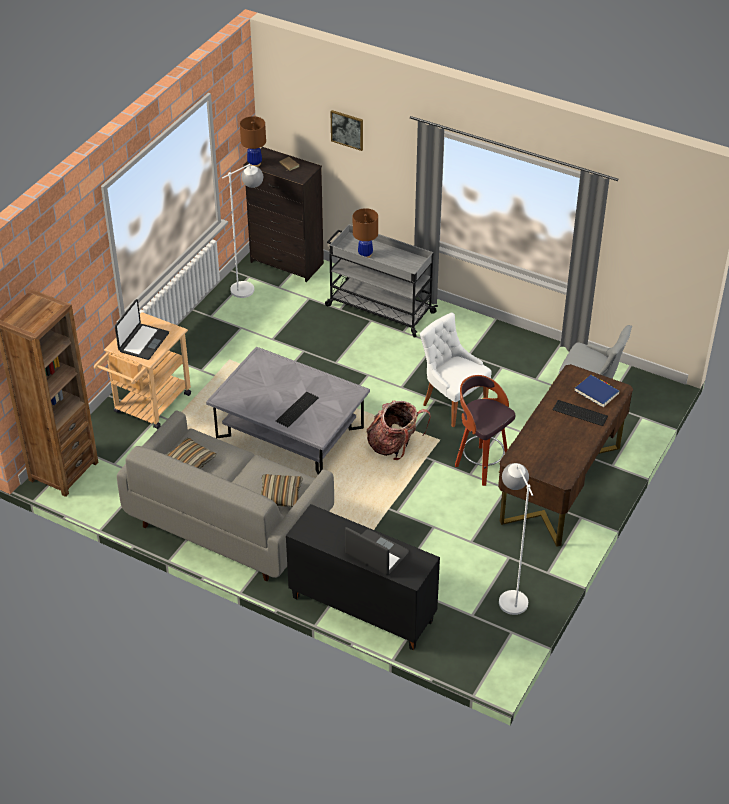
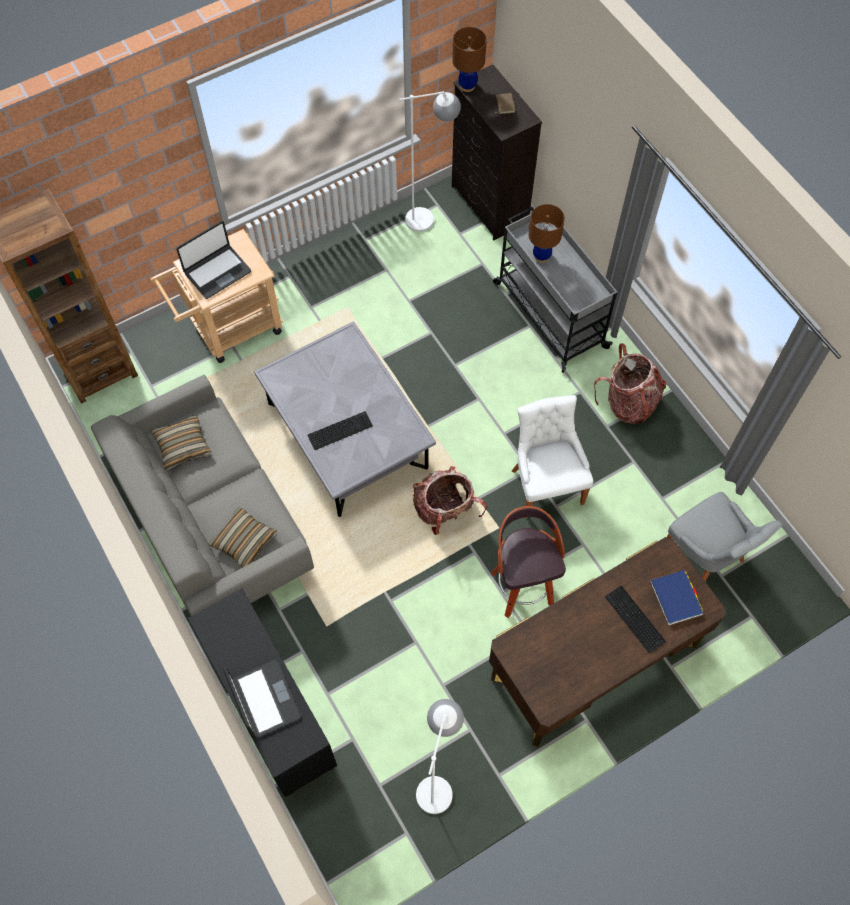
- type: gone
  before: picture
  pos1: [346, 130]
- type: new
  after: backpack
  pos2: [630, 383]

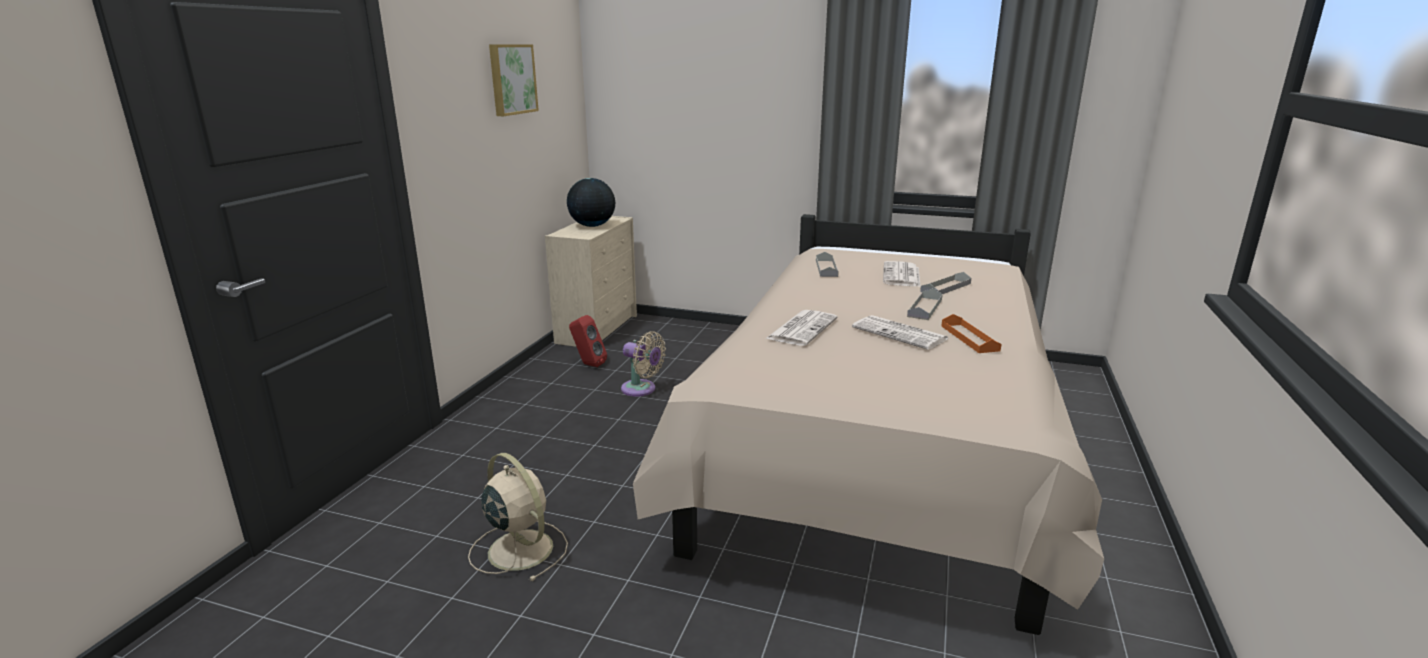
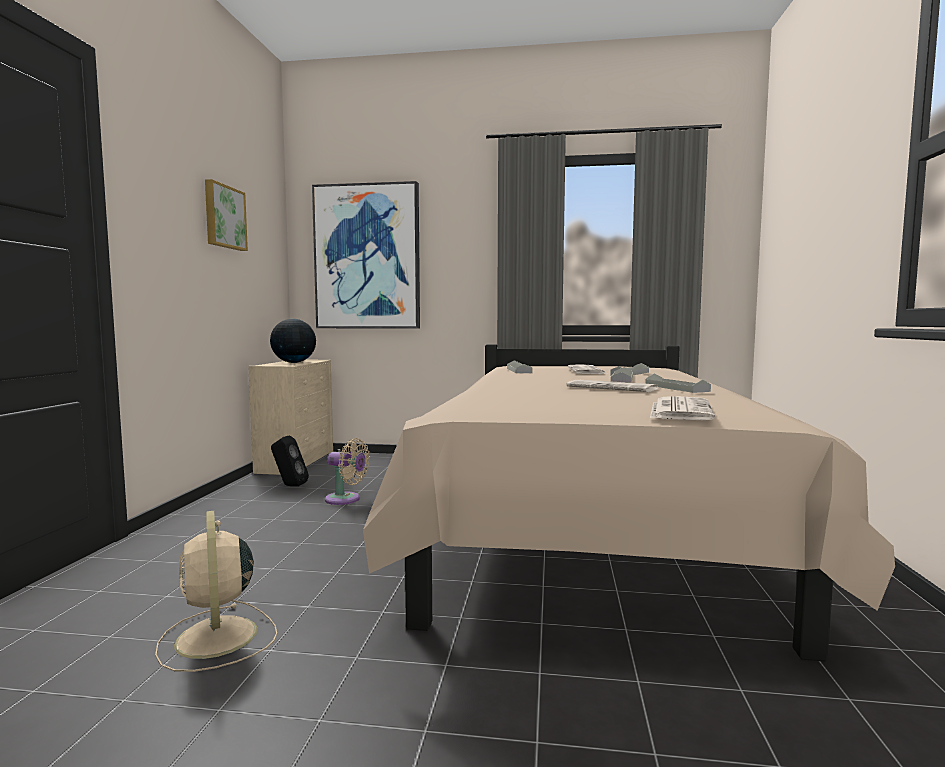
- type: shifted
  before: newspaper
  pos1: [801, 328]
  pos2: [682, 408]
- type: repainted
  before: orange tray
  after: grey tray
  pos1: [971, 333]
  pos2: [678, 383]
- type: repainted
  before: red speaker
  after: black speaker
  pos1: [588, 341]
  pos2: [290, 461]
- type: rotated
  before: beige fan
  pos1: [518, 517]
  pos2: [216, 591]
  turn: -150
- type: new
  after: picture
  pos2: [366, 255]

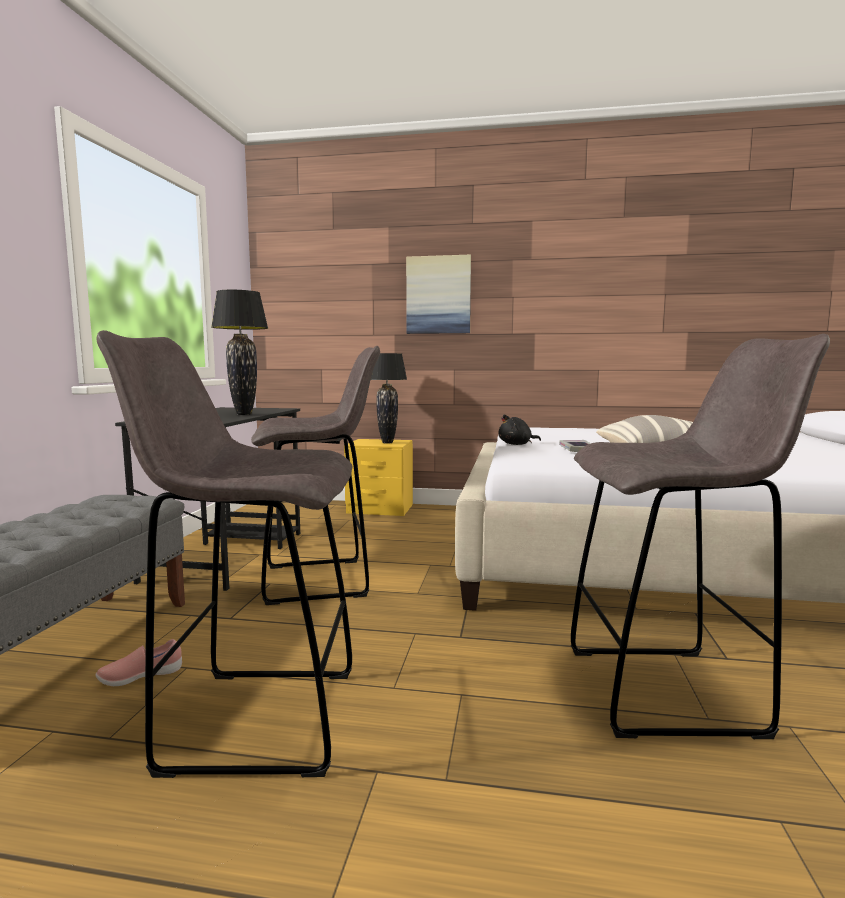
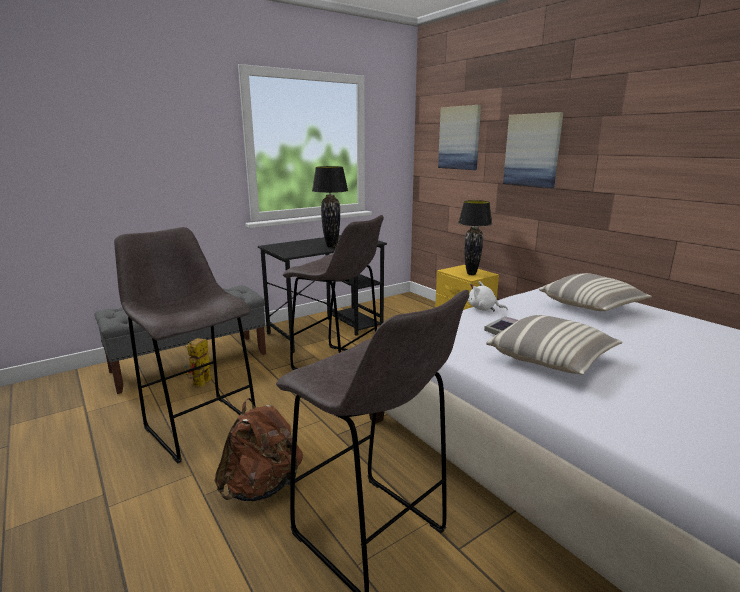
- type: repainted
  before: black plush toy
  after: white plush toy
  pos1: [519, 430]
  pos2: [488, 296]
- type: swapped
  before: pink shoe
  after: toy robot
  pos1: [138, 662]
  pos2: [198, 362]
- type: new
  after: picture
  pos2: [459, 137]
- type: new
  after: pillow
  pos2: [595, 292]
- type: new
  after: brown backpack
  pos2: [259, 449]

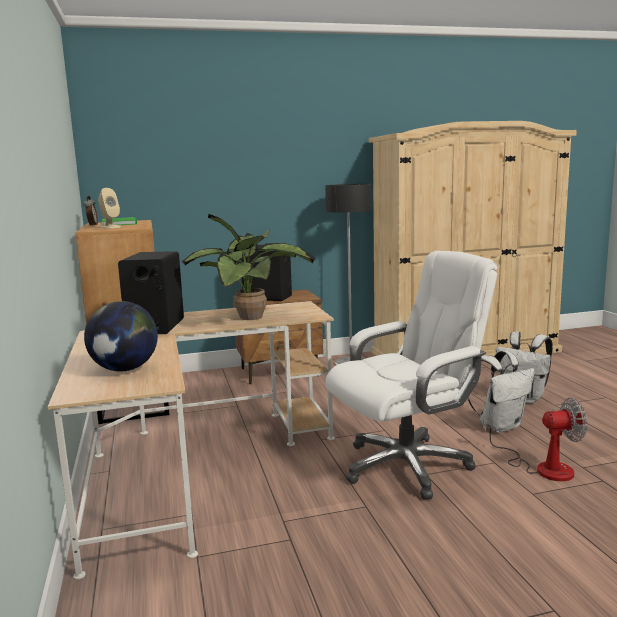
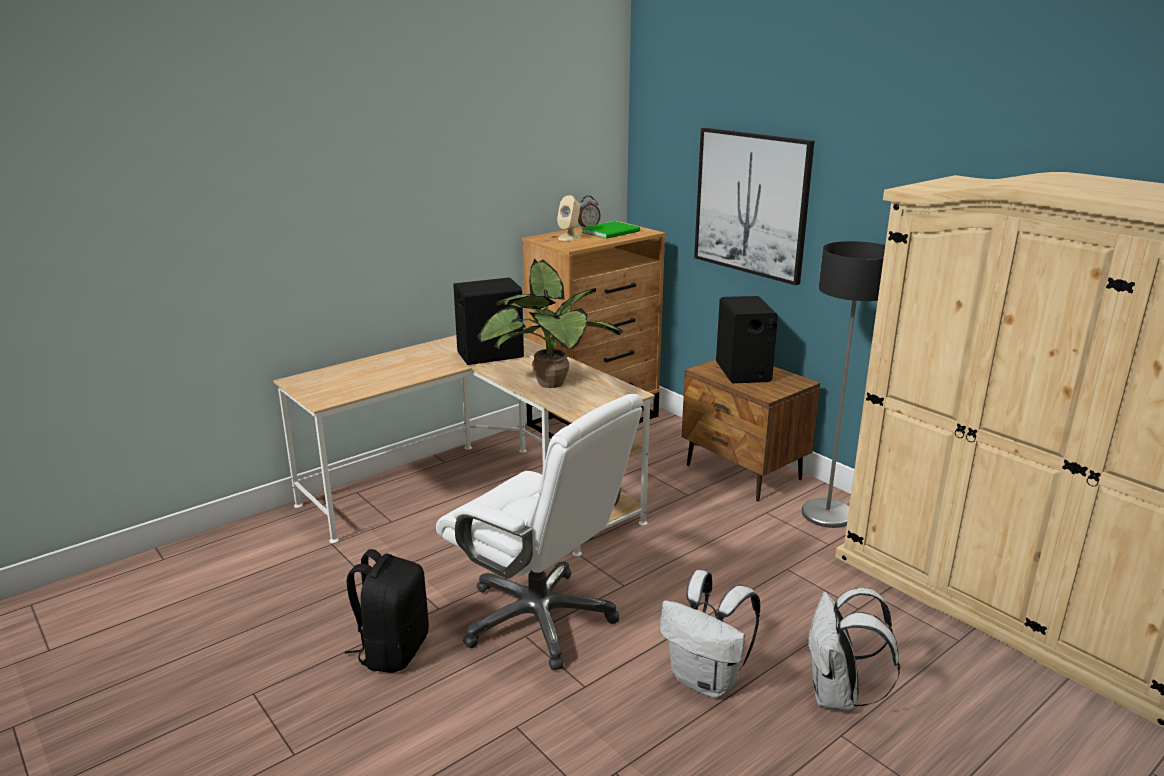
- type: gone
  before: globe
  pos1: [121, 336]
- type: gone
  before: fan
  pos1: [535, 439]
- type: new
  after: picture
  pos2: [754, 206]
- type: new
  after: black backpack
  pos2: [387, 611]

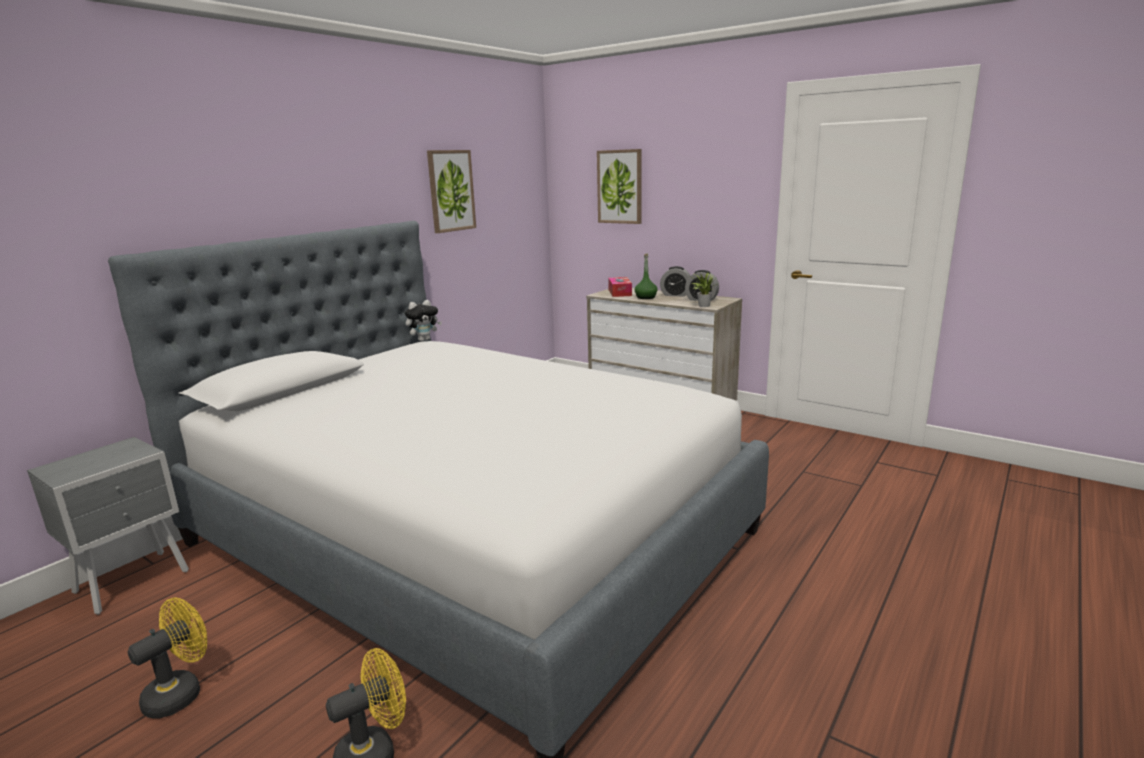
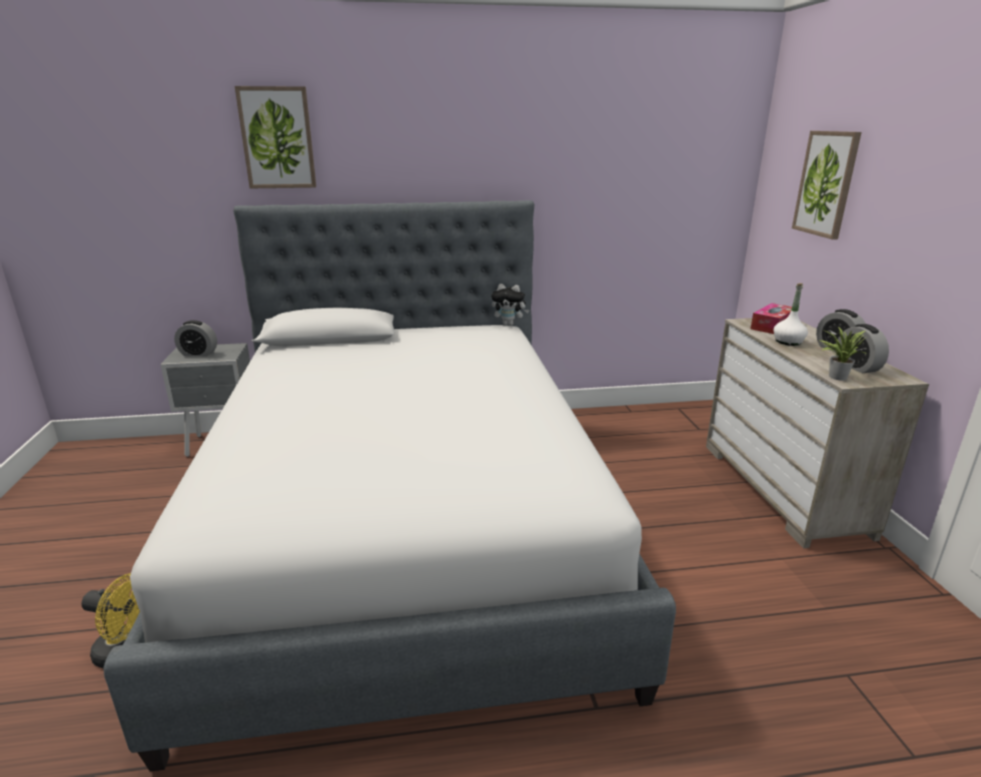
- type: shifted
  before: picture
  pos1: [451, 191]
  pos2: [275, 137]
- type: repainted
  before: green bottle
  after: white bottle
  pos1: [646, 276]
  pos2: [791, 314]
- type: gone
  before: yellow fan
  pos1: [167, 658]
- type: new
  after: alarm clock
  pos2: [195, 338]

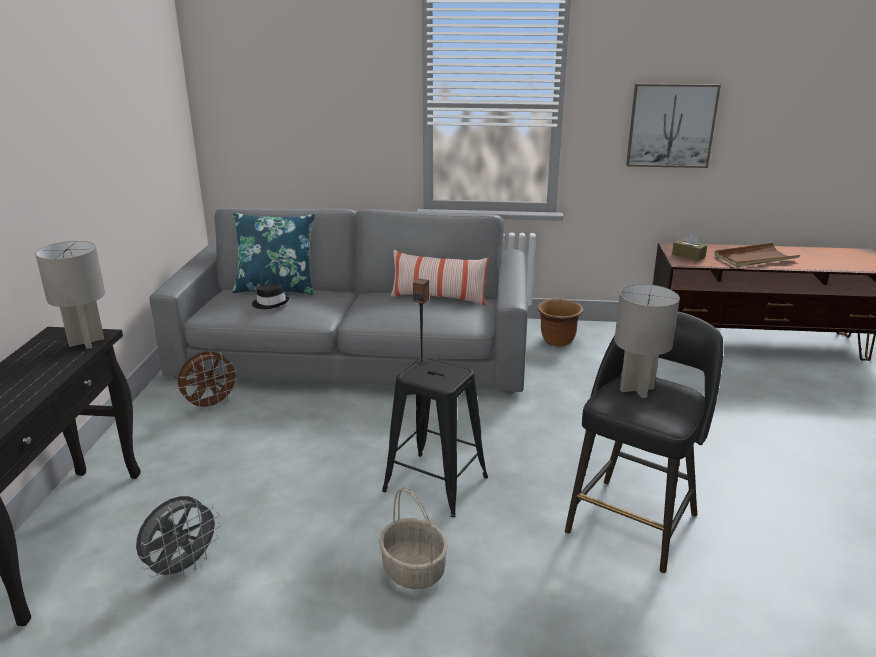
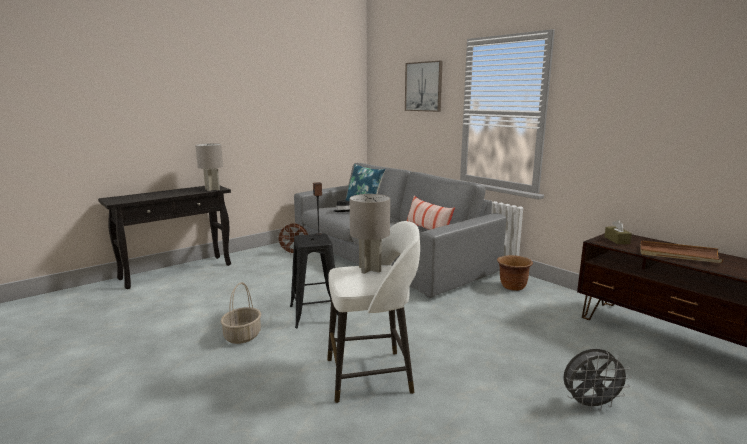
- type: shifted
  before: picture
  pos1: [673, 125]
  pos2: [424, 86]
- type: repainted
  before: black stool
  after: white stool
  pos1: [644, 442]
  pos2: [373, 312]
- type: shifted
  before: grey fan
  pos1: [178, 538]
  pos2: [597, 380]

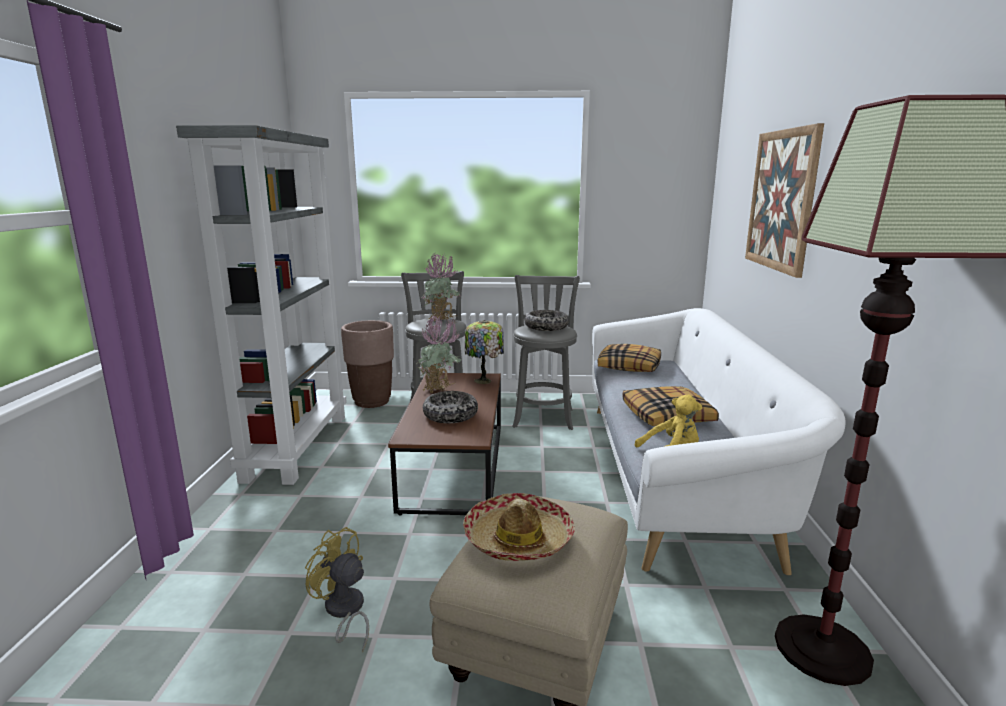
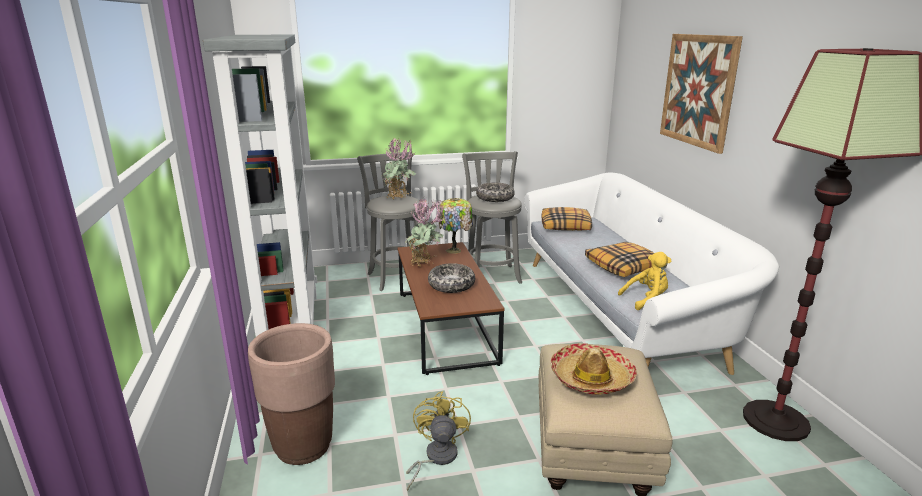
- type: shifted
  before: brown planter
  pos1: [367, 364]
  pos2: [291, 394]
- type: rotated
  before: yellow fan
  pos1: [337, 589]
  pos2: [438, 441]
  turn: 75

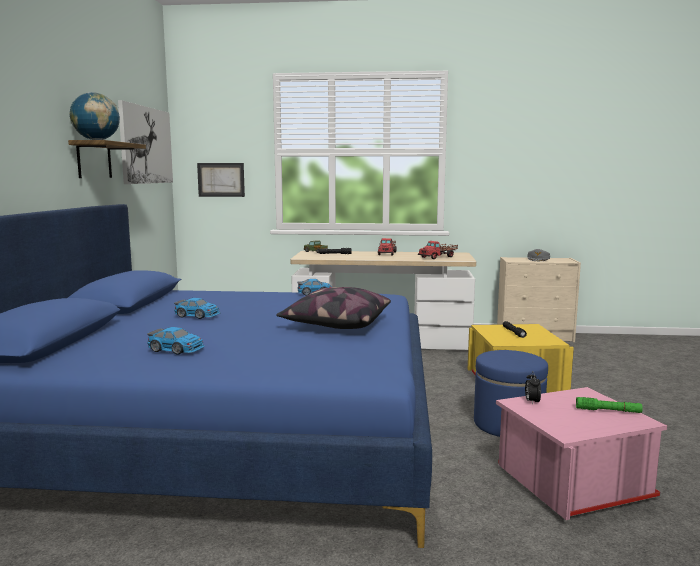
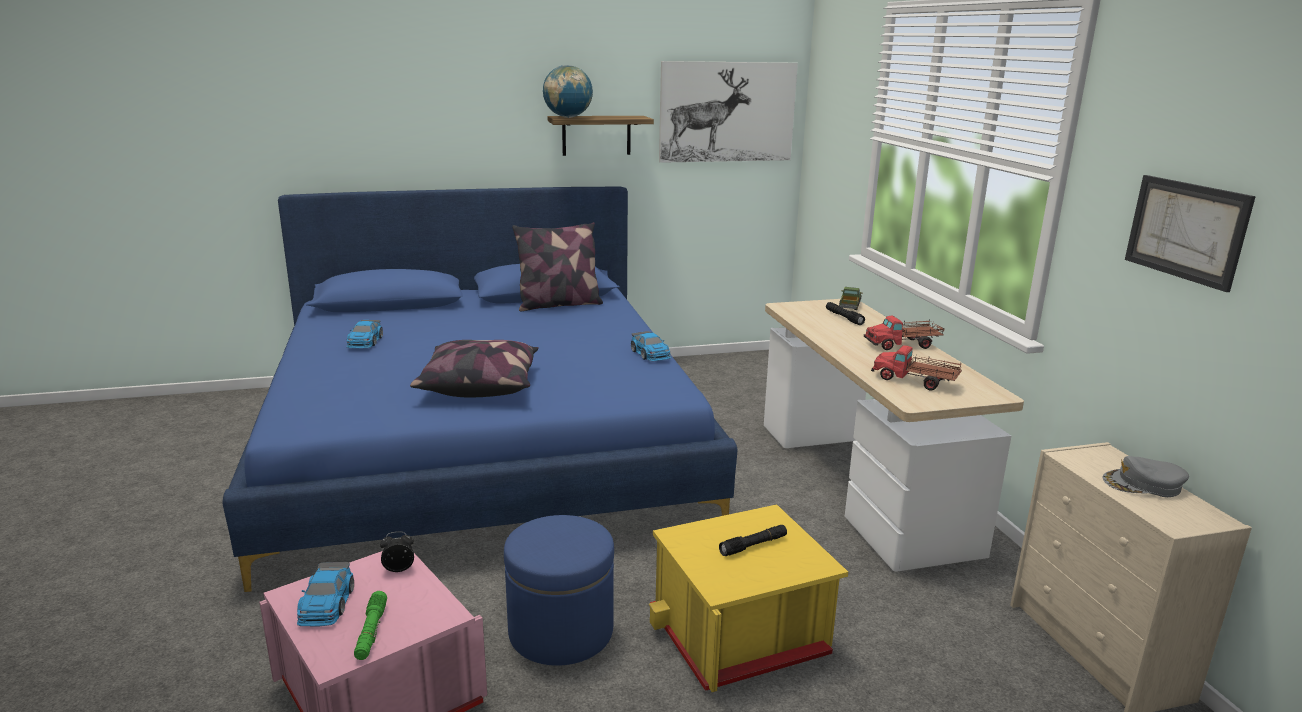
- type: shifted
  before: picture
  pos1: [221, 180]
  pos2: [1190, 233]
- type: shifted
  before: toy car
  pos1: [197, 308]
  pos2: [325, 594]
- type: new
  after: pillow
  pos2: [557, 266]

